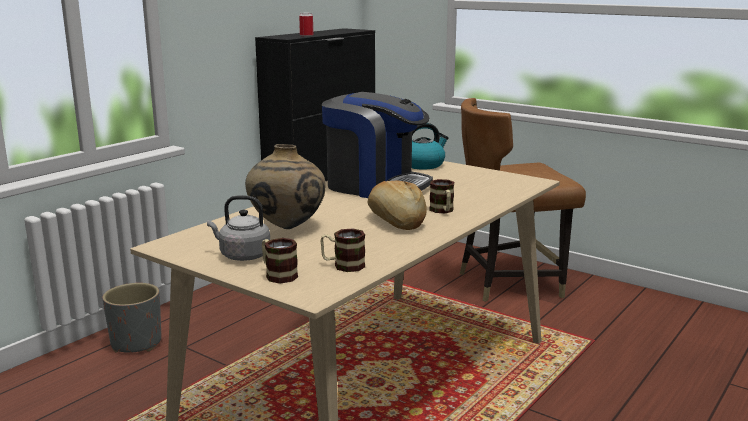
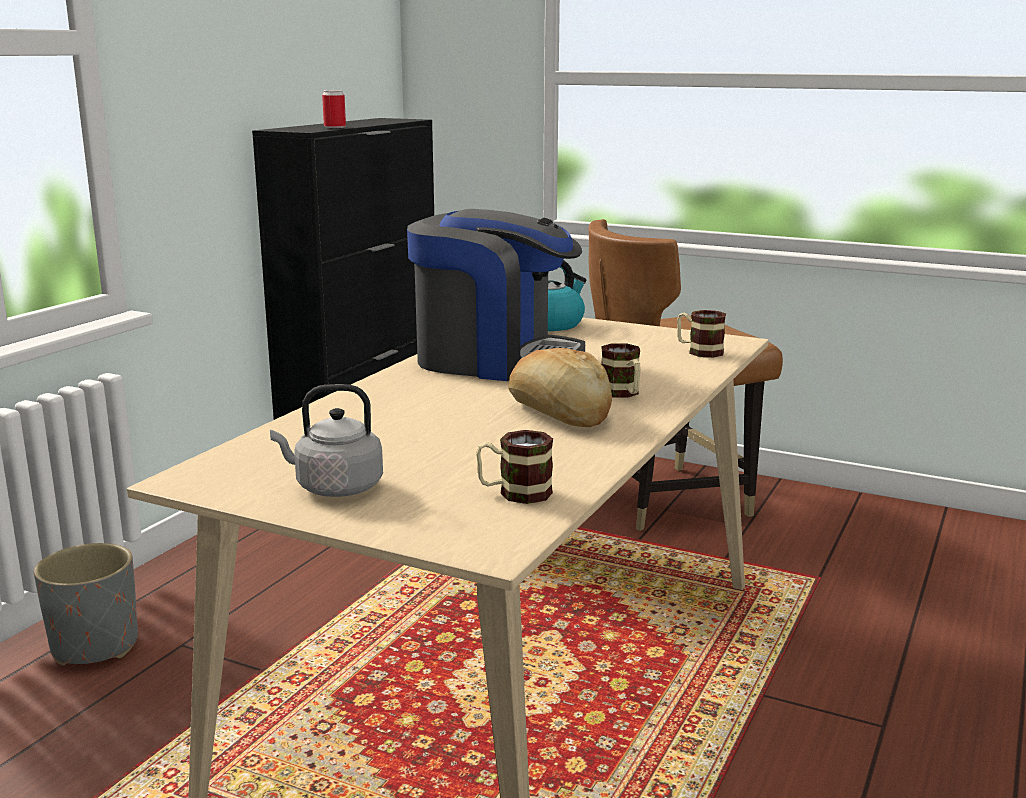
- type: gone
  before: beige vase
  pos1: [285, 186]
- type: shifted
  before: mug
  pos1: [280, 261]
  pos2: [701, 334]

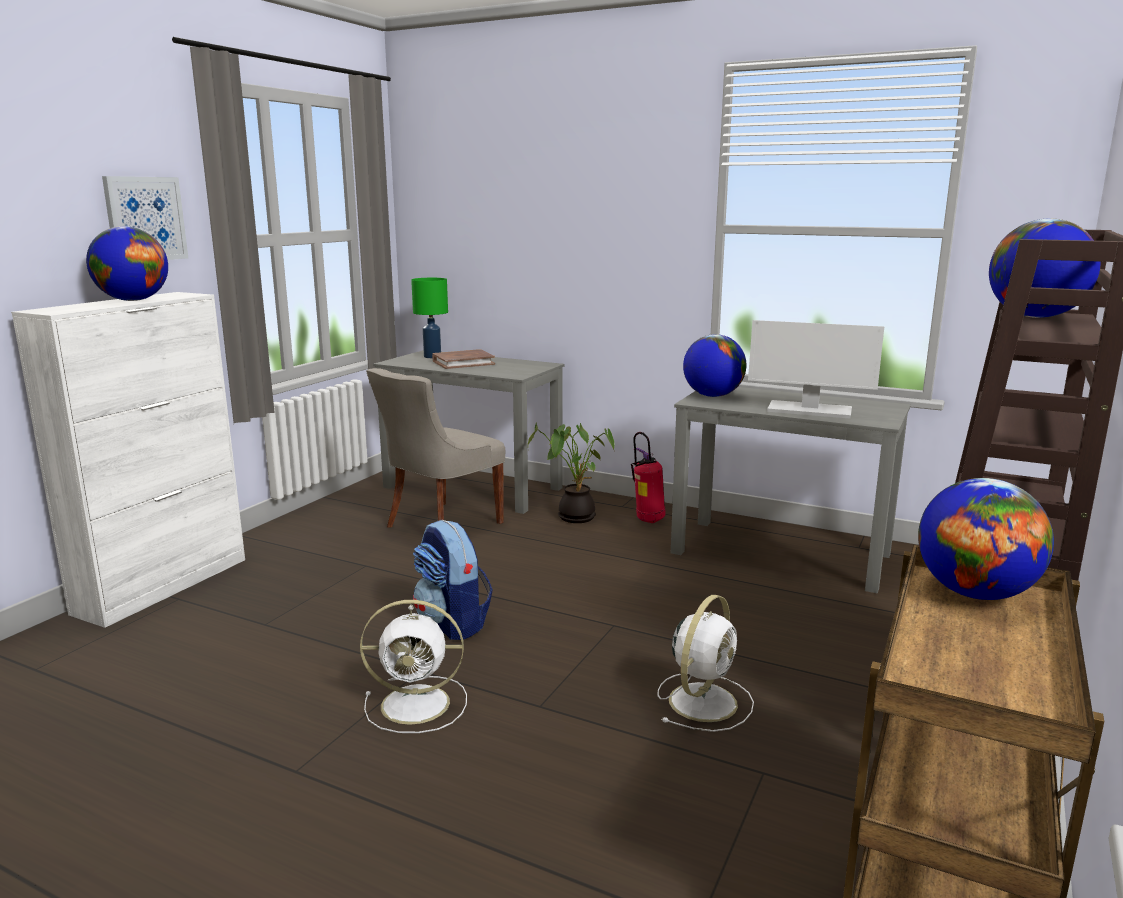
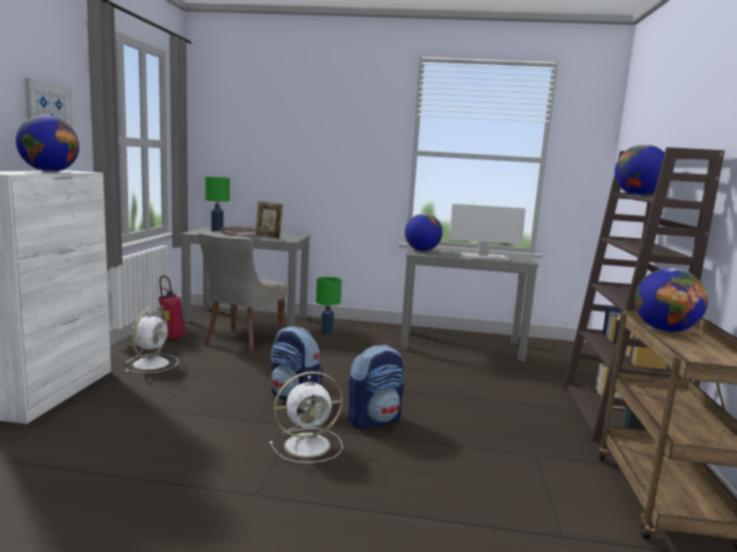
- type: swapped
  before: potted plant
  after: green table lamp
  pos1: [571, 473]
  pos2: [329, 305]
- type: shifted
  before: fire extinguisher
  pos1: [648, 477]
  pos2: [171, 308]
- type: shifted
  before: white fan
  pos1: [706, 663]
  pos2: [151, 340]
- type: new
  after: picture frame
  pos2: [269, 220]
- type: new
  after: backpack
  pos2: [376, 387]

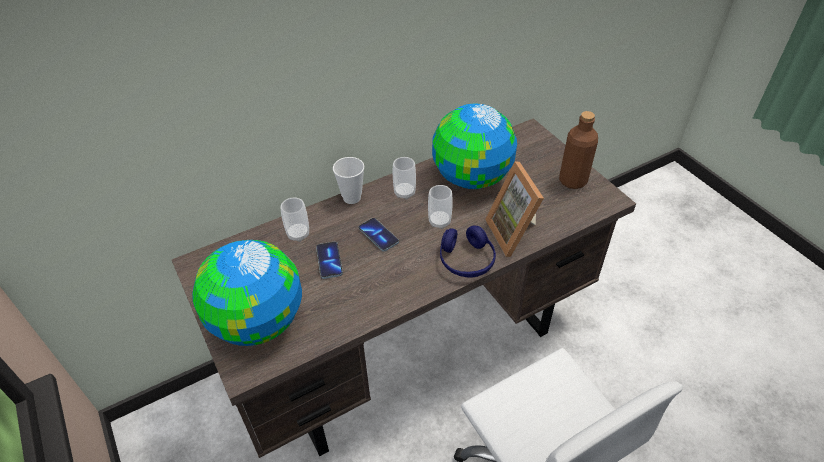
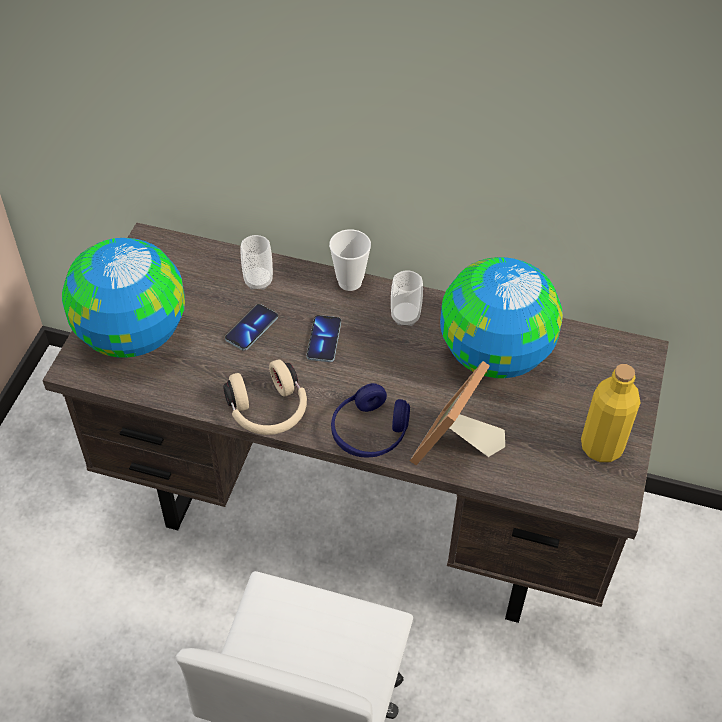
- type: repainted
  before: brown bottle
  after: yellow bottle
  pos1: [578, 150]
  pos2: [610, 413]
- type: gone
  before: cup
  pos1: [440, 207]
- type: new
  after: beige headphones
  pos2: [265, 397]

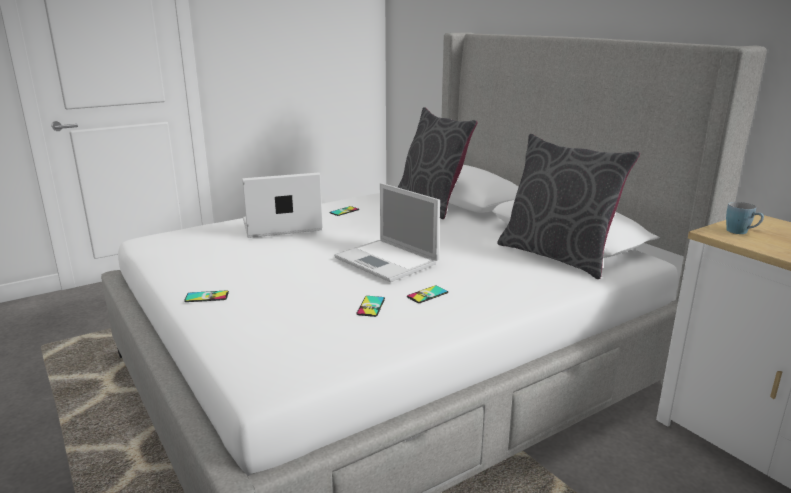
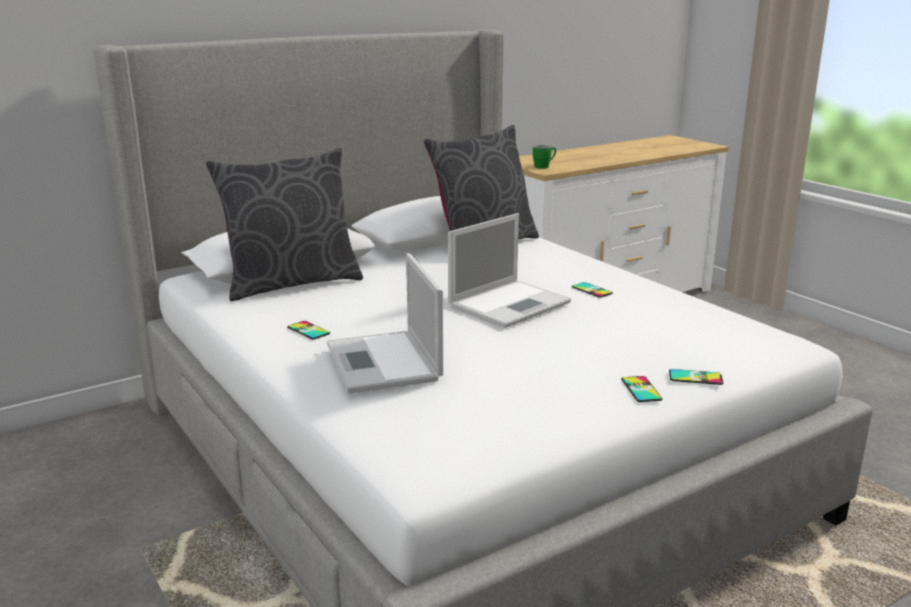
- type: repainted
  before: blue mug
  after: green mug
  pos1: [745, 218]
  pos2: [544, 157]
- type: shifted
  before: phone
  pos1: [370, 306]
  pos2: [696, 377]

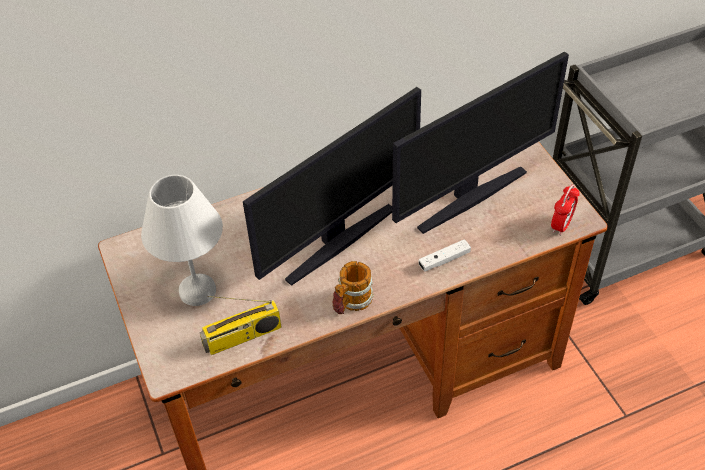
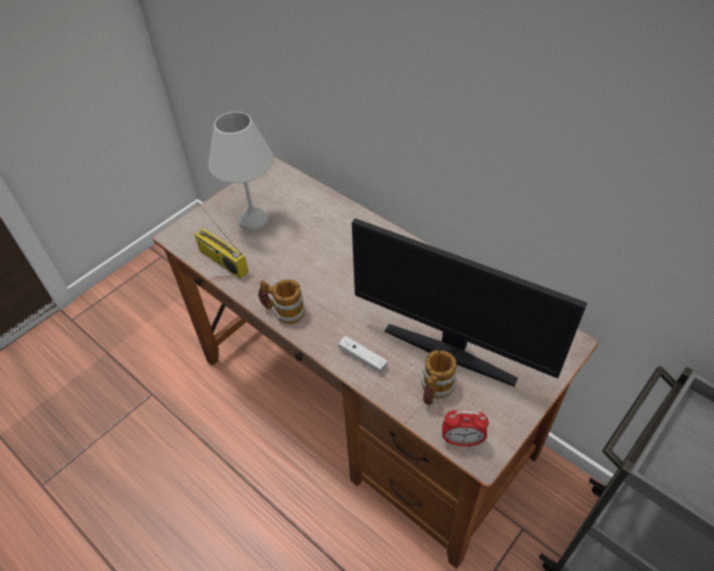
- type: gone
  before: monitor
  pos1: [332, 186]
- type: new
  after: mug
  pos2: [439, 377]

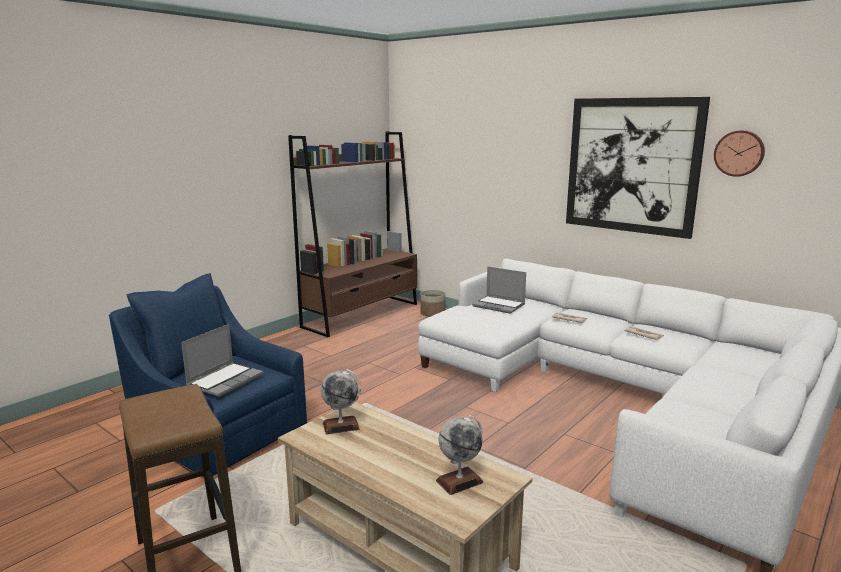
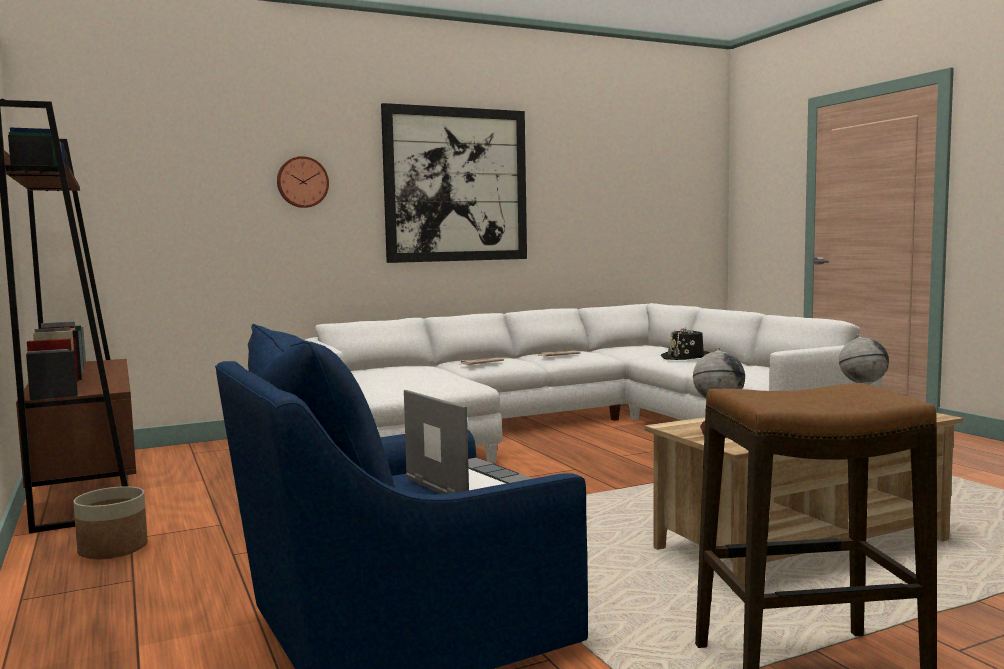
- type: shifted
  before: wall clock
  pos1: [739, 153]
  pos2: [303, 182]
- type: gone
  before: laptop
  pos1: [499, 290]
- type: shifted
  before: planter
  pos1: [432, 303]
  pos2: [110, 522]
- type: new
  after: black hat
  pos2: [685, 343]

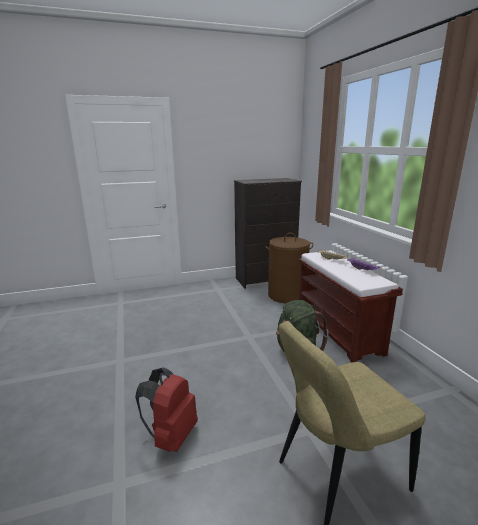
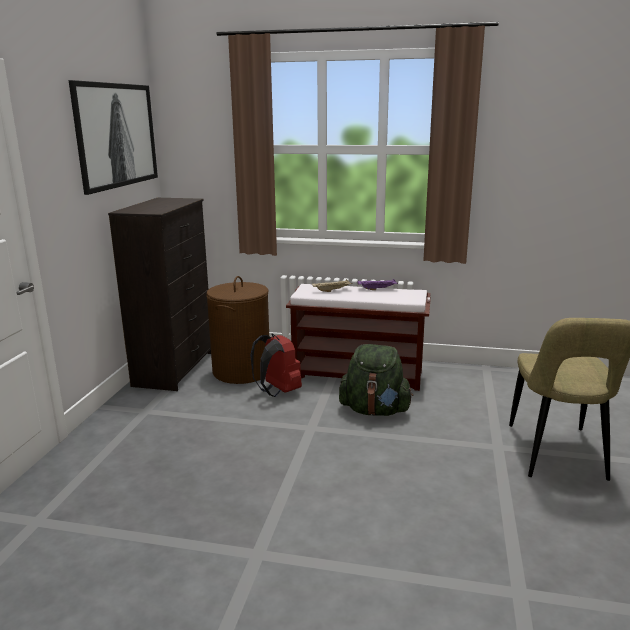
- type: shifted
  before: red backpack
  pos1: [166, 409]
  pos2: [276, 365]
- type: new
  after: picture
  pos2: [113, 137]

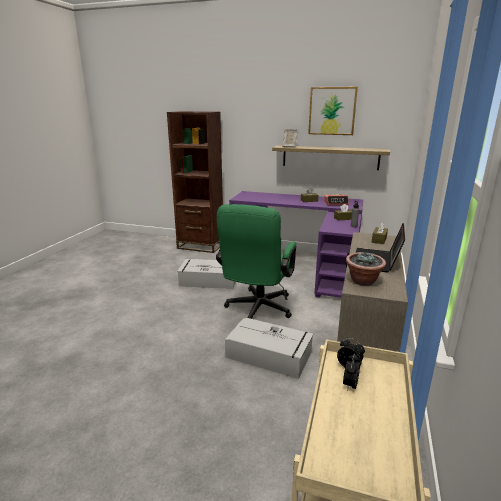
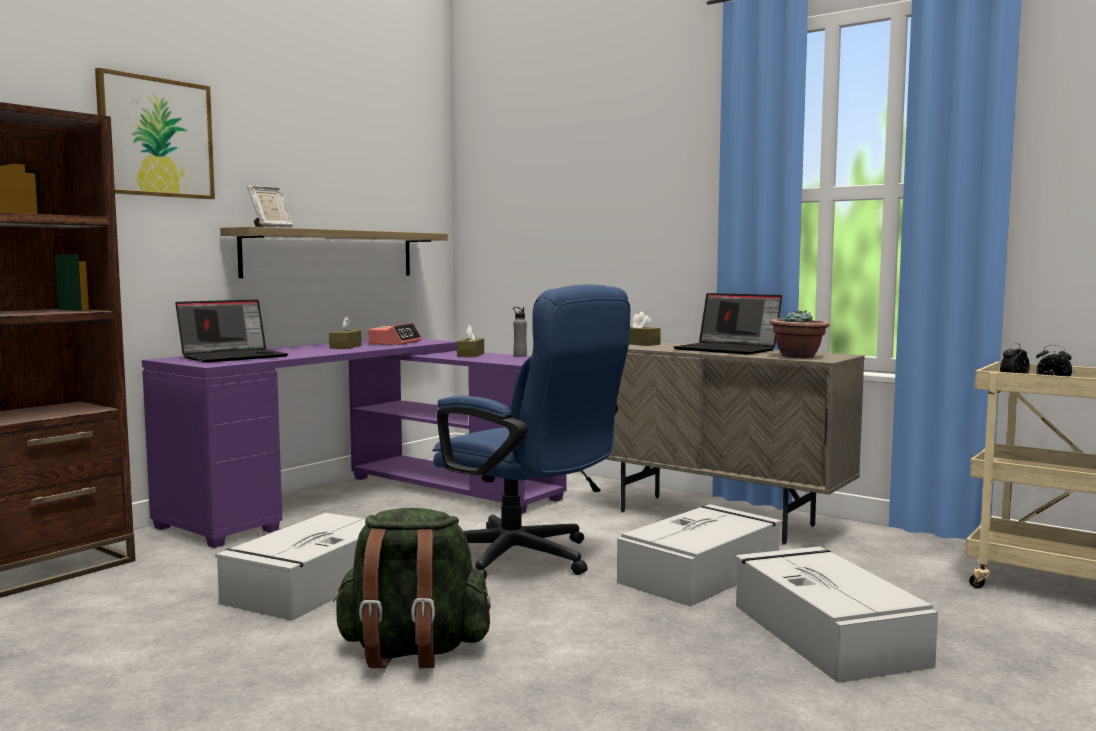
- type: shifted
  before: picture
  pos1: [333, 111]
  pos2: [155, 133]
- type: repainted
  before: green office chair
  after: blue office chair
  pos1: [256, 261]
  pos2: [531, 432]
- type: new
  after: laptop
  pos2: [231, 331]
- type: new
  after: green backpack
  pos2: [412, 588]
- type: new
  after: grey storage box
  pos2: [837, 614]

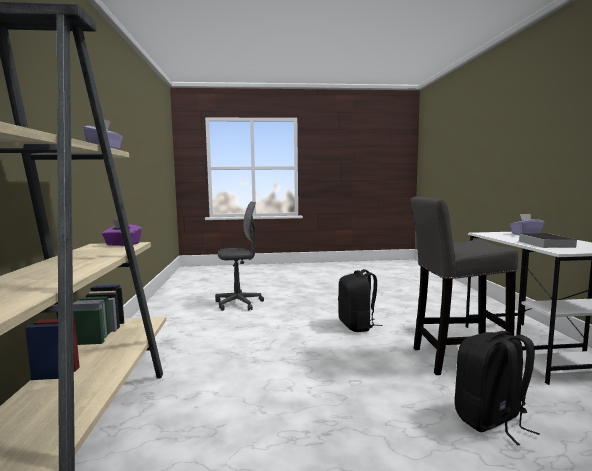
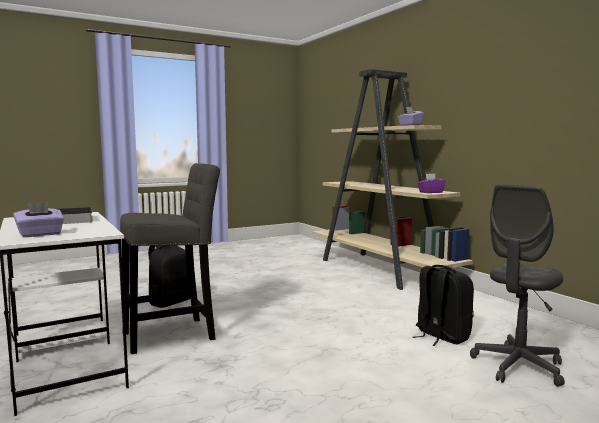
- type: shifted
  before: black backpack
  pos1: [360, 300]
  pos2: [443, 305]

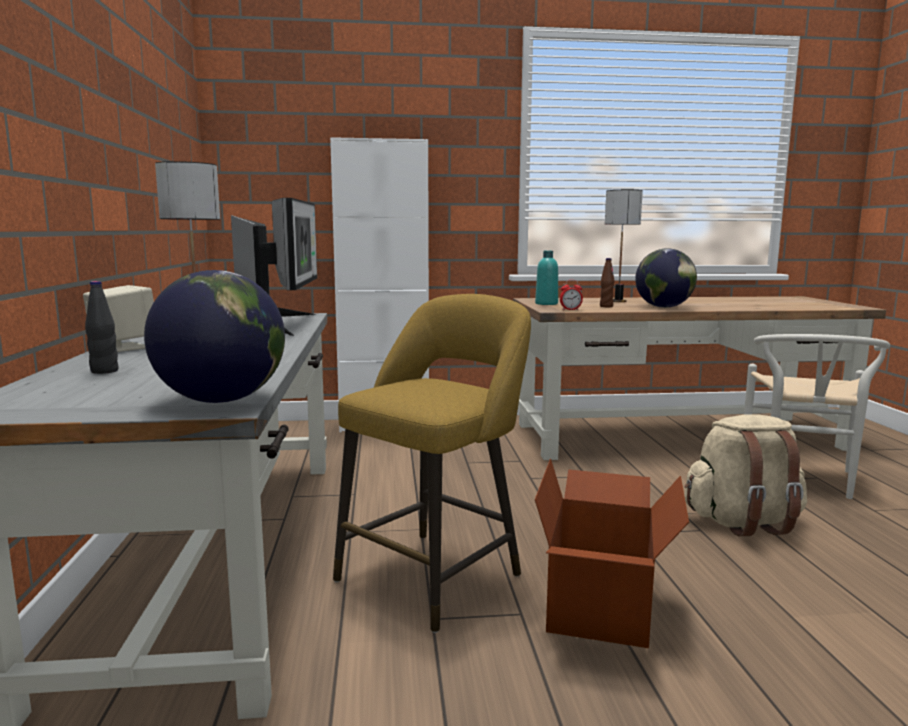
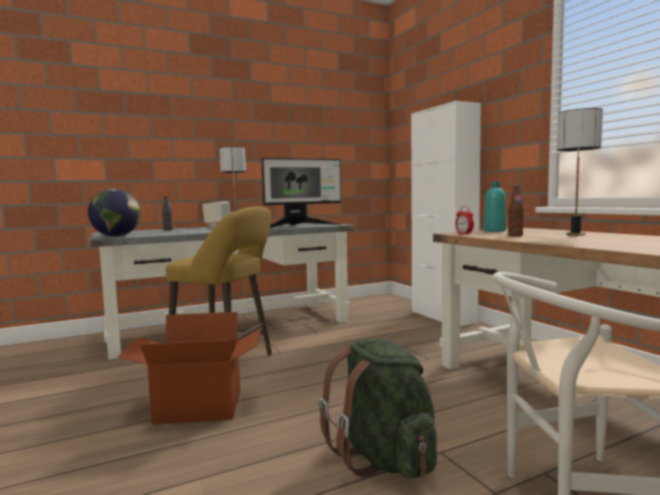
- type: gone
  before: globe
  pos1: [666, 278]
- type: repainted
  before: beige backpack
  after: green backpack
  pos1: [745, 475]
  pos2: [378, 409]

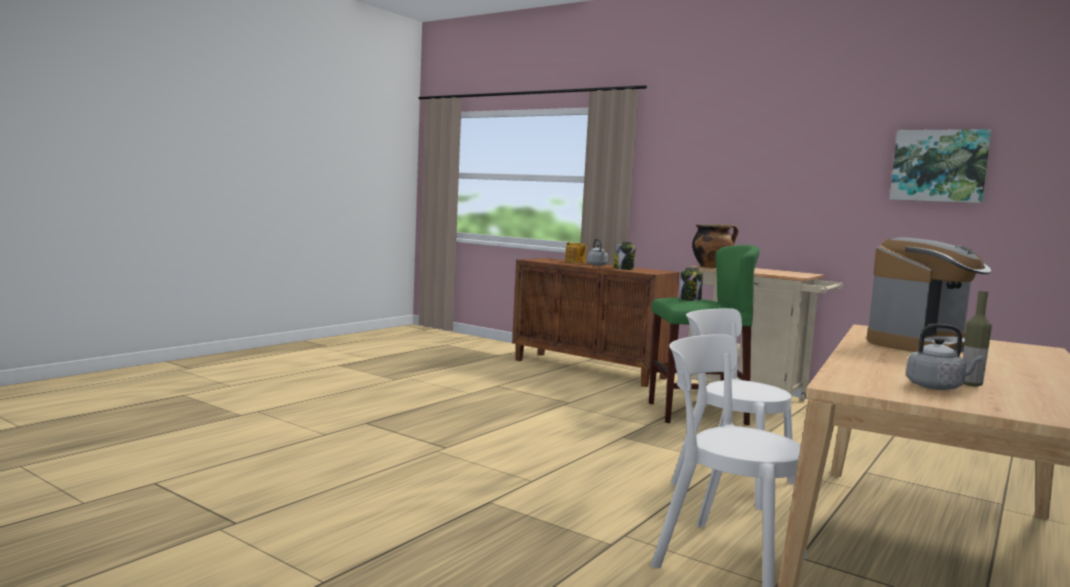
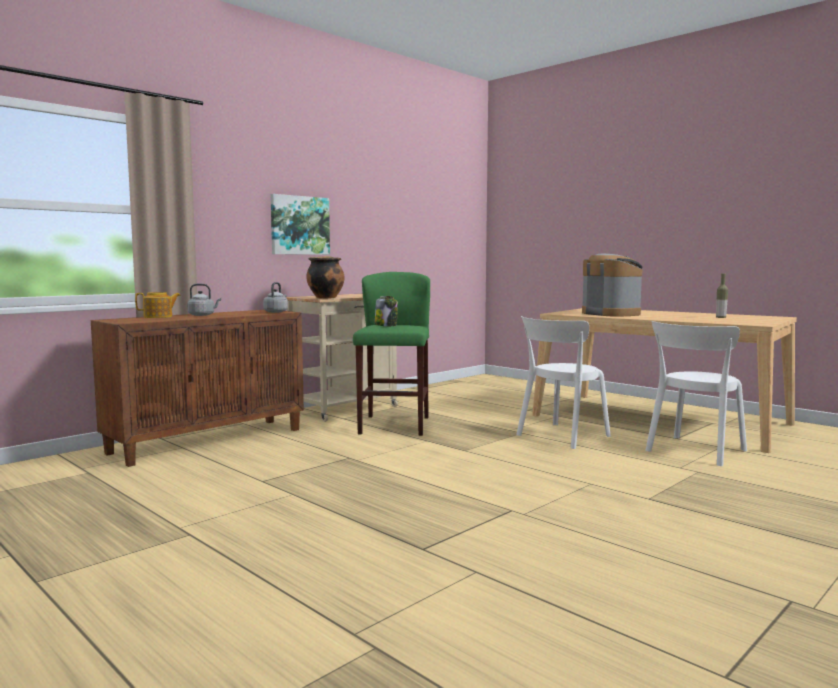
- type: shifted
  before: picture
  pos1: [940, 166]
  pos2: [300, 224]
- type: gone
  before: jar
  pos1: [625, 255]
- type: shifted
  before: grey kettle
  pos1: [944, 357]
  pos2: [275, 297]

